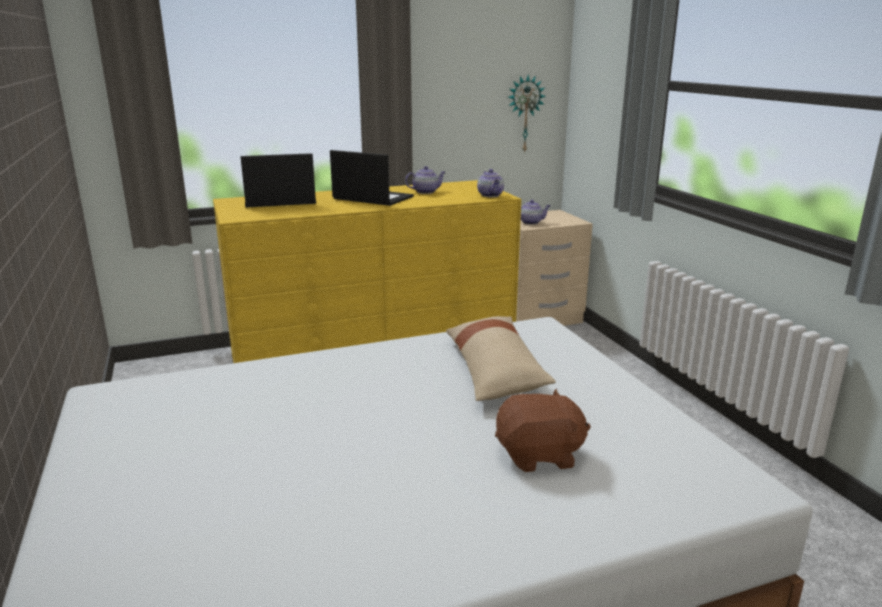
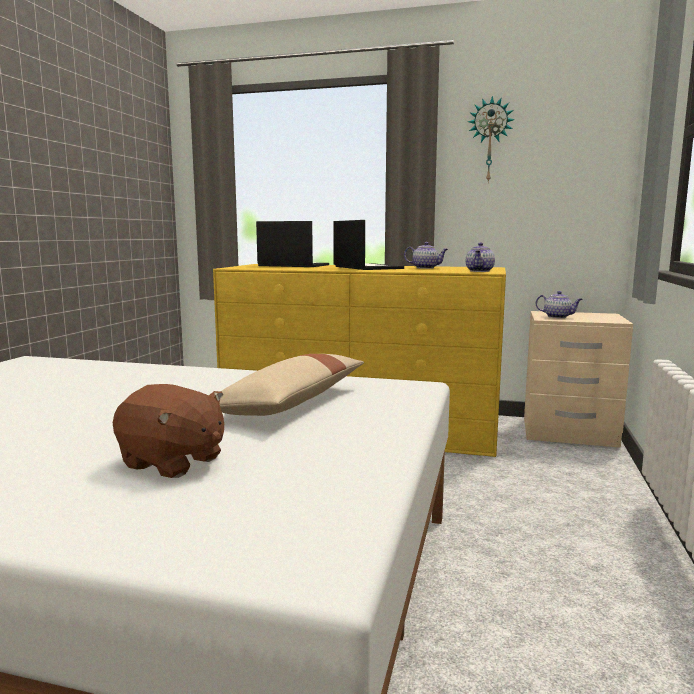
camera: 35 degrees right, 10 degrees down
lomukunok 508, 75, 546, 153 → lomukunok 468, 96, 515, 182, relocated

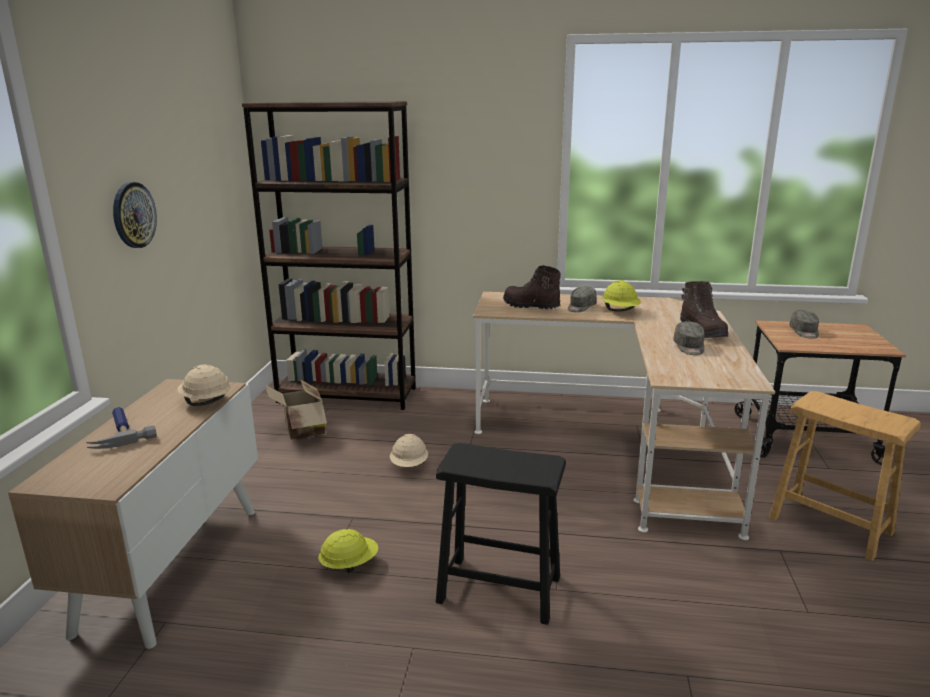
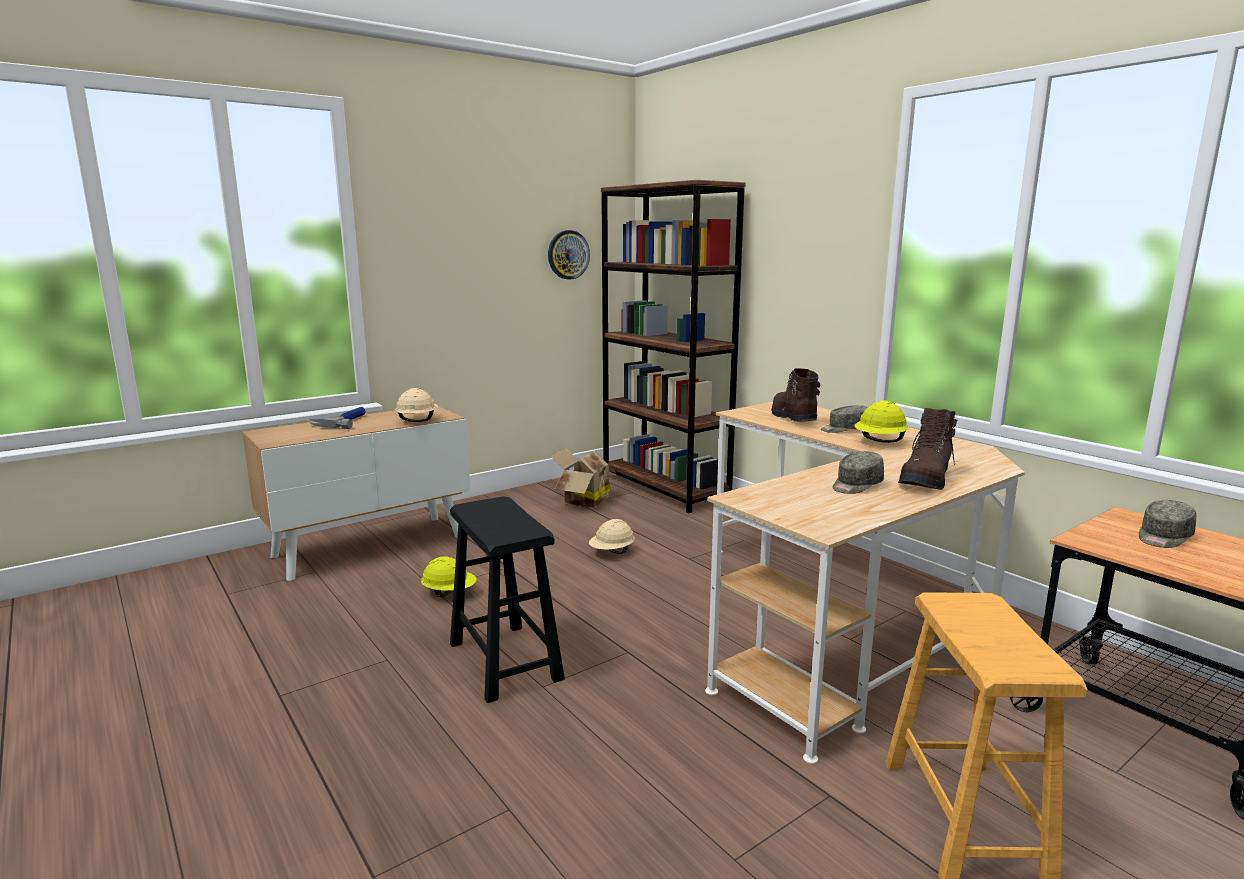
camera: 45 degrees right, 5 degrees down
lomukunok 113, 182, 157, 248 → lomukunok 548, 230, 590, 279, relocated

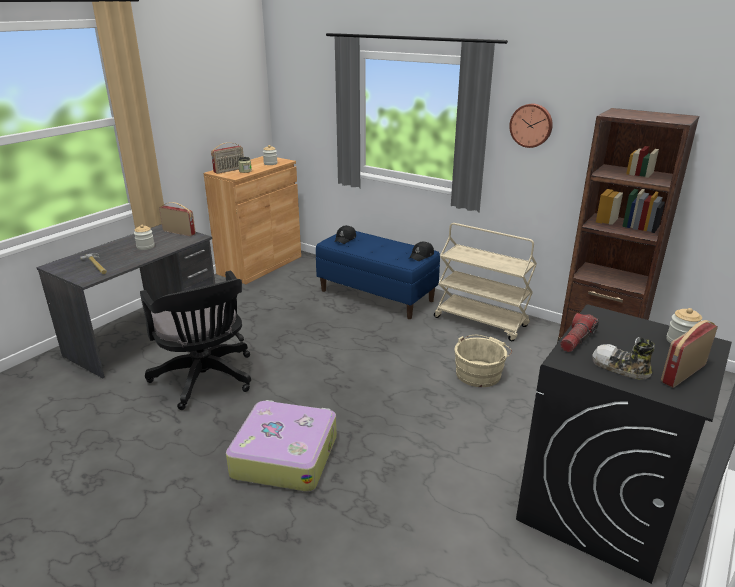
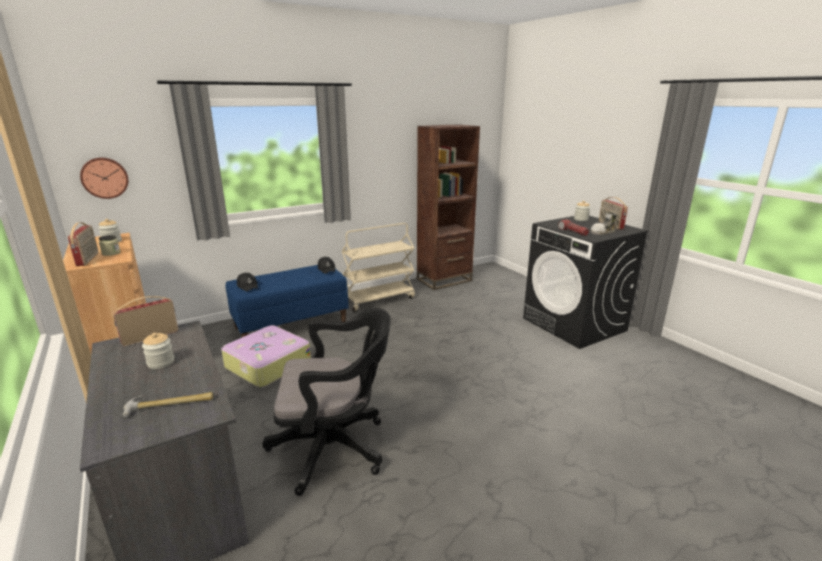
camera: 65 degrees left, 5 degrees down
lomukunok 509, 104, 553, 148 → lomukunok 80, 158, 128, 199, relocated
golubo 226, 400, 337, 492 → golubo 221, 325, 311, 387, relocated
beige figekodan 455, 335, 512, 387 → -

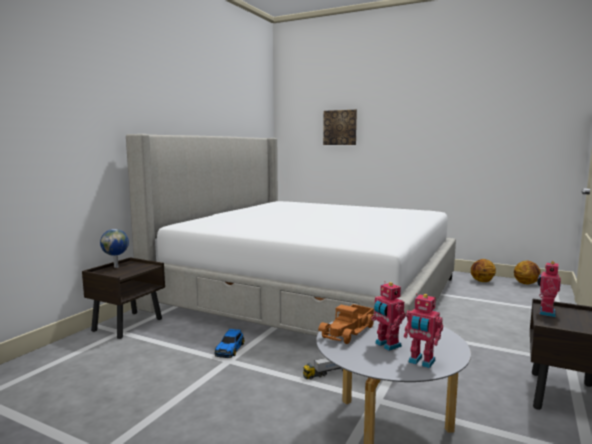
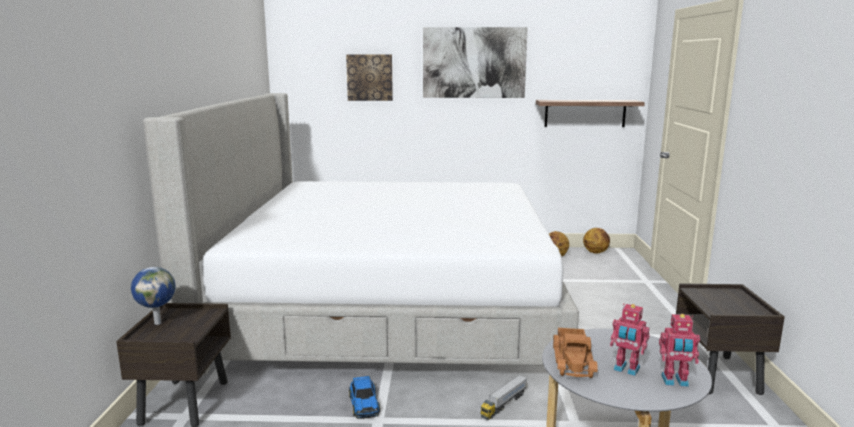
camera: 25 degrees left, 5 degrees up
- → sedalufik 423, 27, 528, 98
- → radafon 536, 100, 645, 127
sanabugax 537, 261, 561, 317 → -

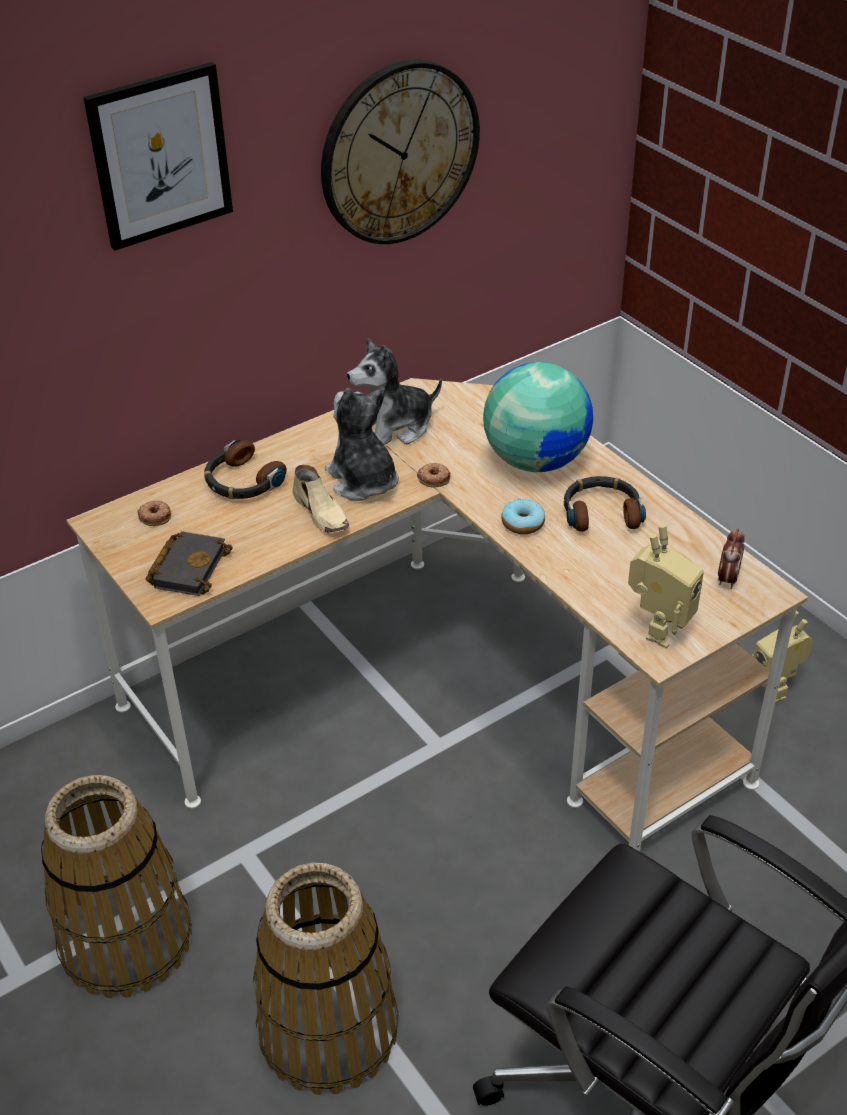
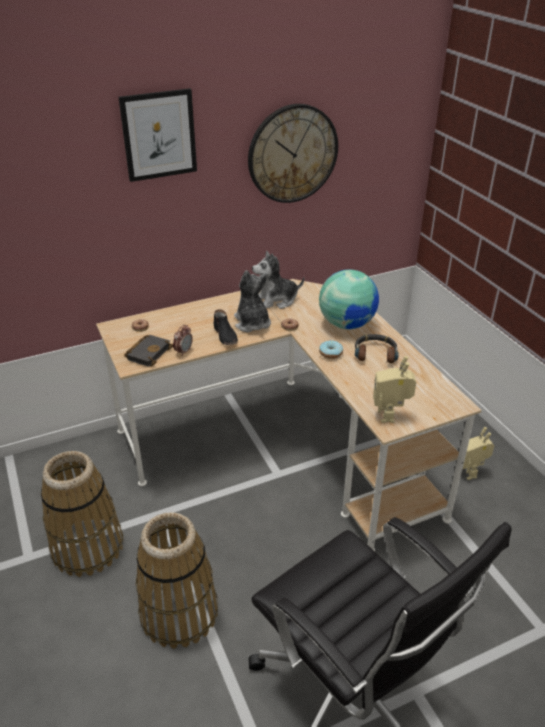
camera: 10 degrees right, 5 degrees down
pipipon 718, 529, 745, 589 → pipipon 173, 325, 193, 356, relocated
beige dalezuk 293, 465, 349, 533 → black dalezuk 214, 309, 238, 345
sanabugax 628, 524, 704, 648 → sanabugax 373, 356, 416, 423, 135 degrees clockwise
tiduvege 204, 440, 287, 499 → -

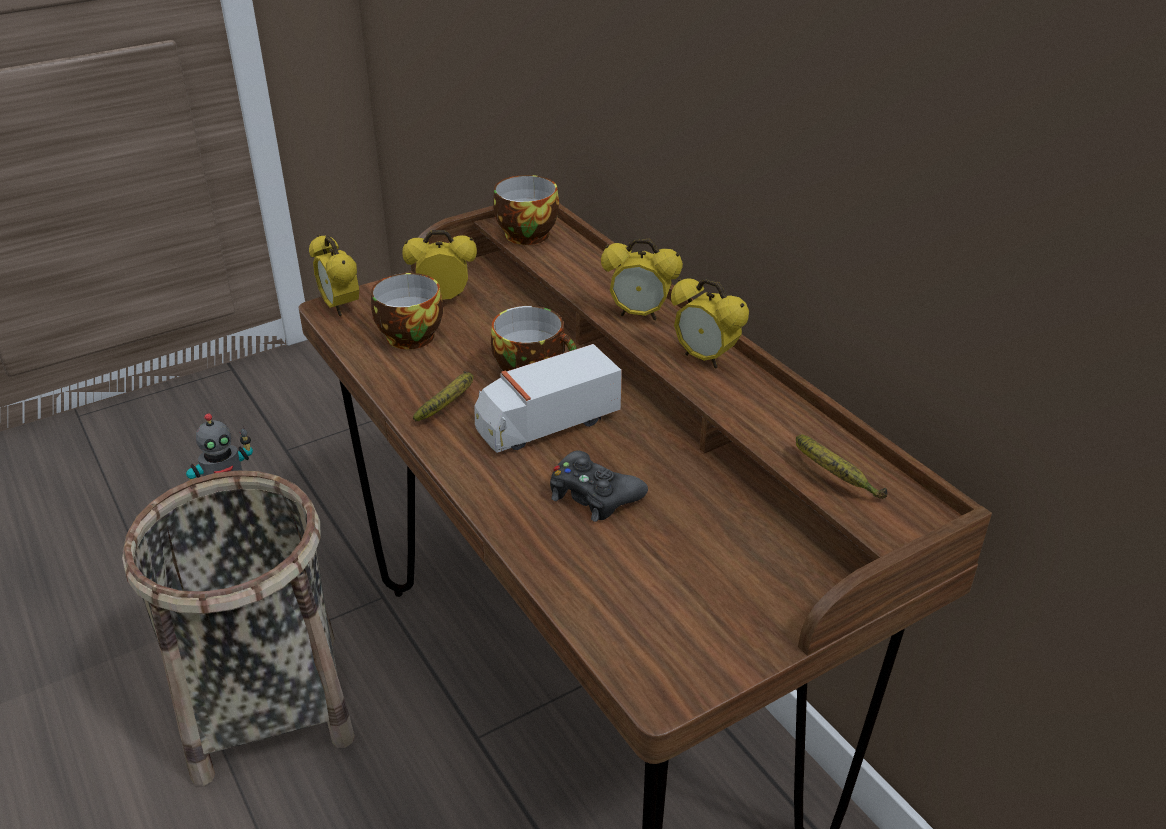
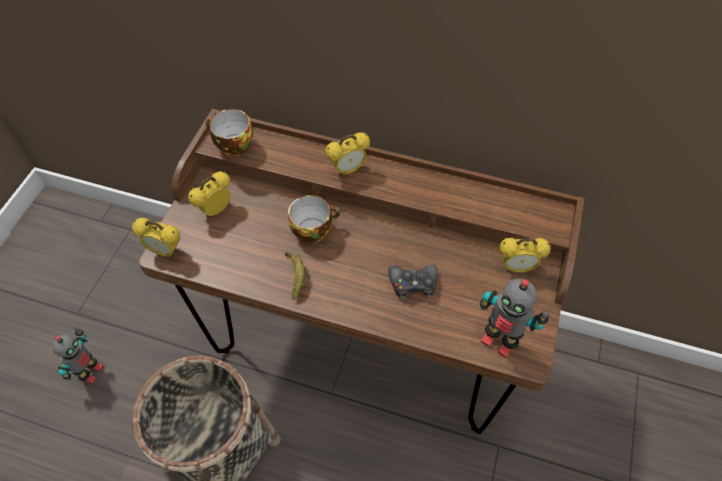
camera: 40 degrees left, 20 degrees up
- → sanabugax 480, 278, 549, 358
pipipon 671, 278, 749, 369 → pipipon 499, 238, 551, 272, relocated
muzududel 371, 273, 443, 349 → -
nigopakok 475, 344, 622, 453 → -
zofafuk 796, 434, 887, 499 → -

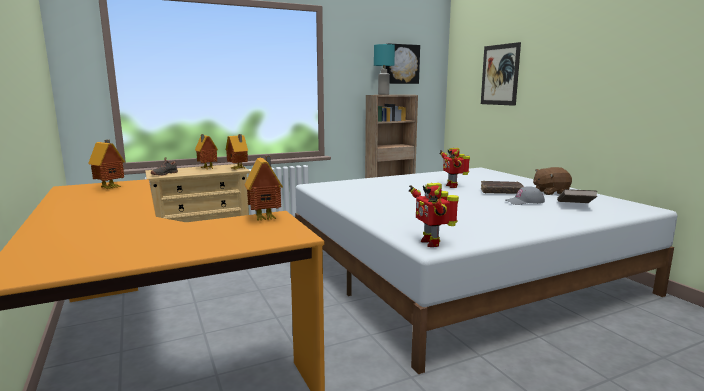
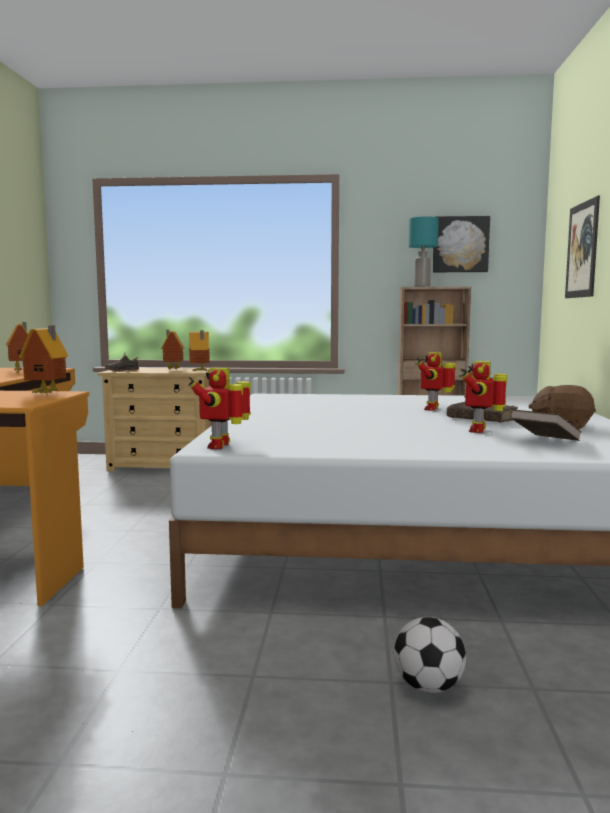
camera: 30 degrees right, 5 degrees down
- → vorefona 394, 617, 466, 693
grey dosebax 505, 187, 545, 205 → sanabugax 460, 361, 507, 433

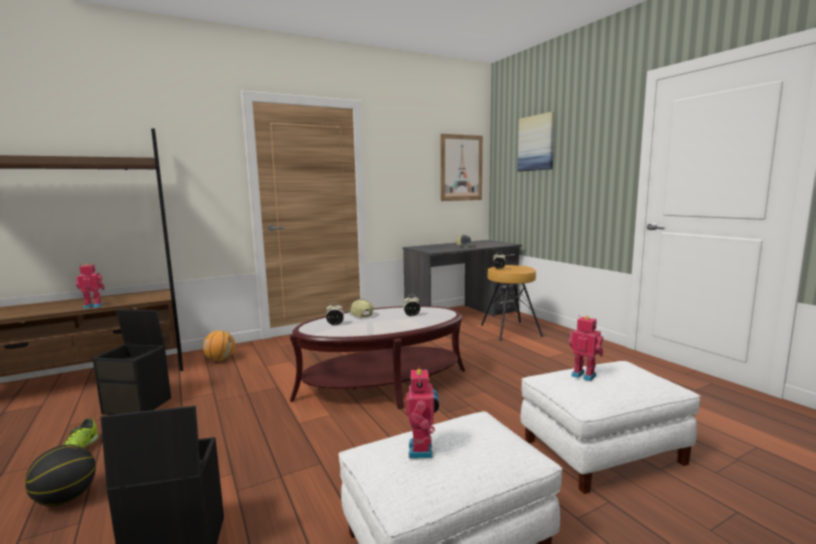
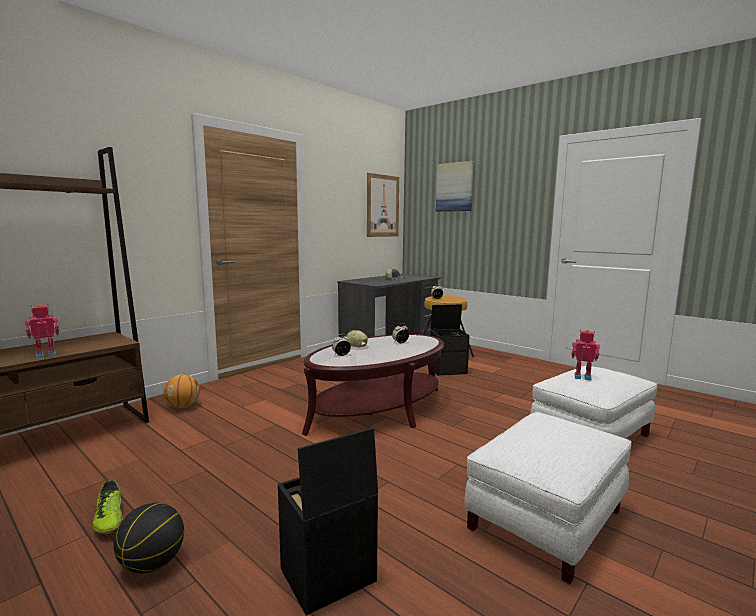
camera: 20 degrees left, 0 degrees up
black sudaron 93, 309, 171, 415 → black sudaron 430, 304, 469, 376, relocated
sanabugax 406, 366, 439, 458 → -

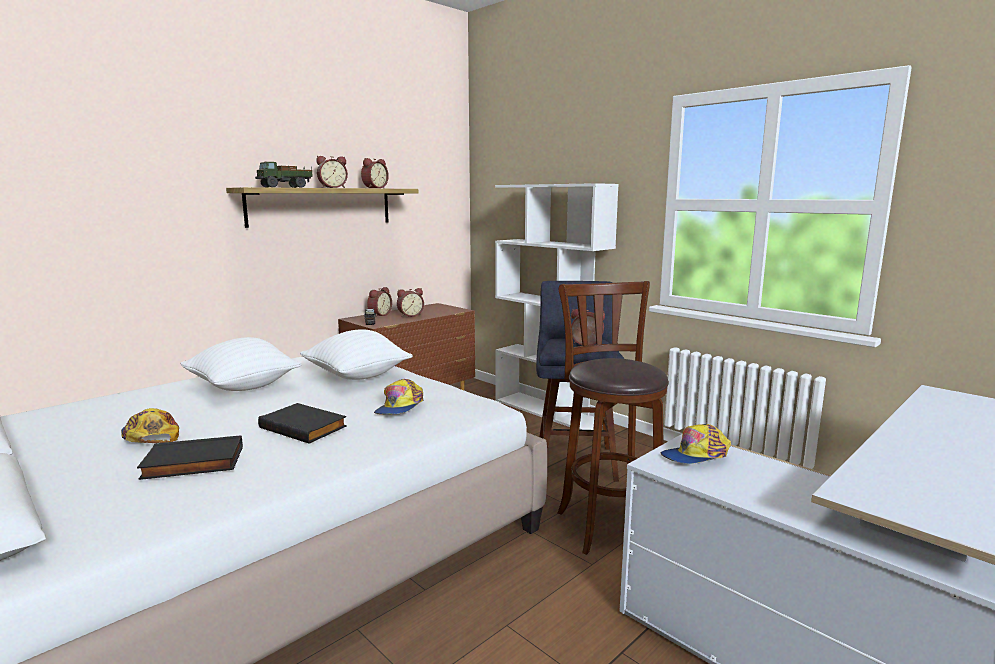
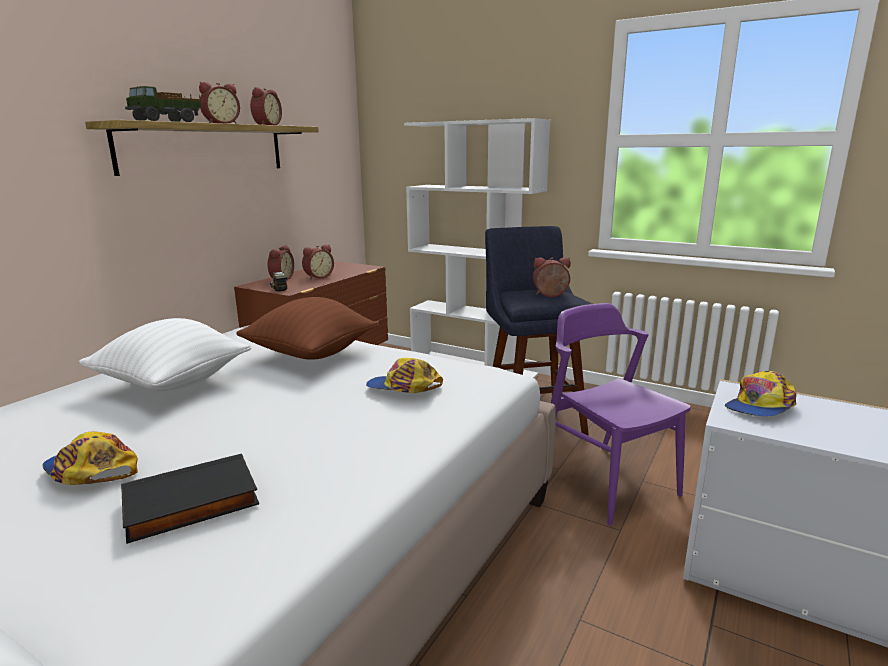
camera: 15 degrees left, 5 degrees up
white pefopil 300, 329, 413, 380 → brown pefopil 236, 297, 379, 360
dosebax 374, 379, 423, 415 → dosebax 366, 358, 443, 393, 105 degrees clockwise
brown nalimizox 557, 281, 669, 555 → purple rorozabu 551, 303, 691, 526
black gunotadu 258, 403, 347, 444 → -

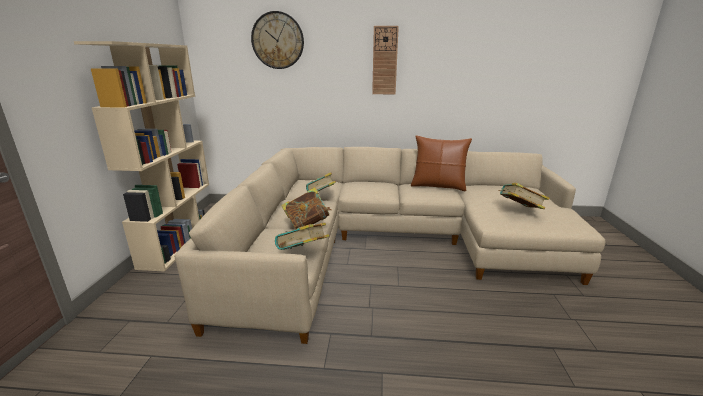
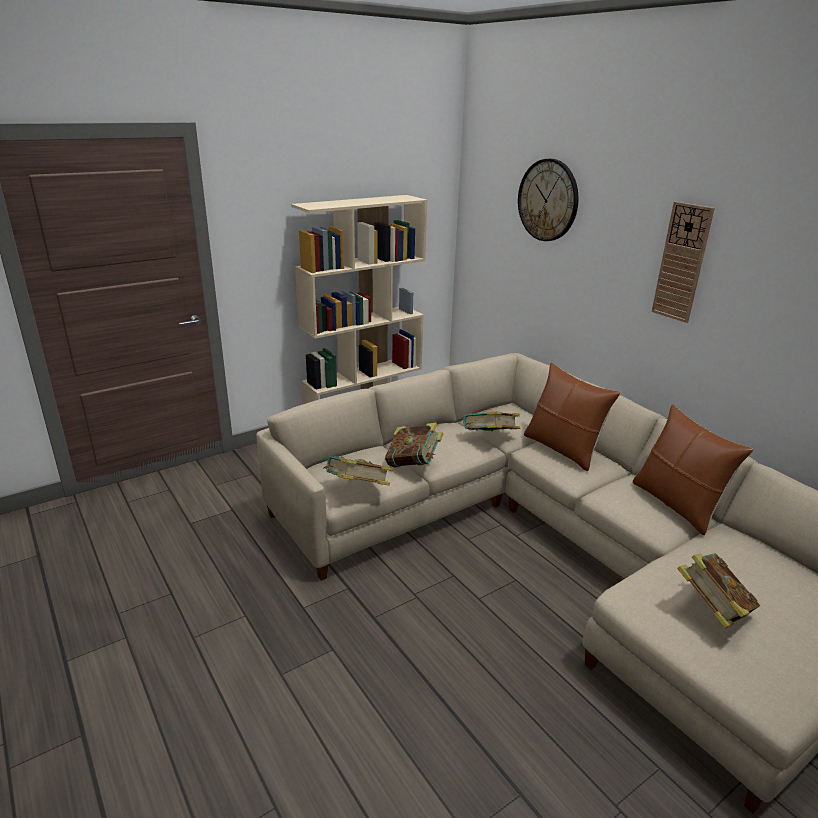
camera: 50 degrees right, 5 degrees up
- → brown pefopil 524, 363, 620, 471

